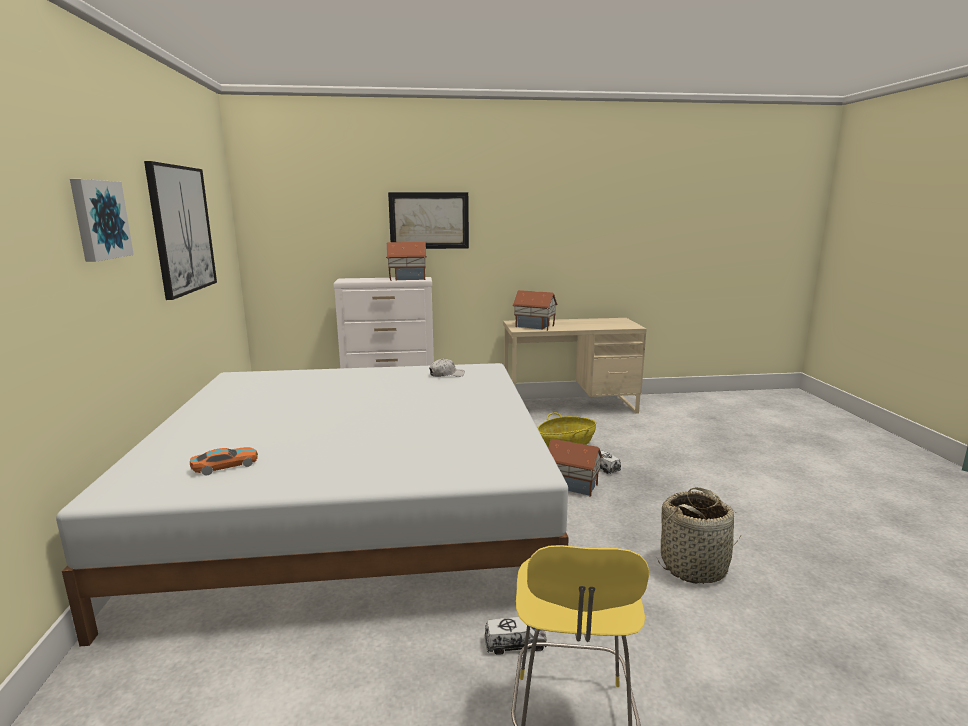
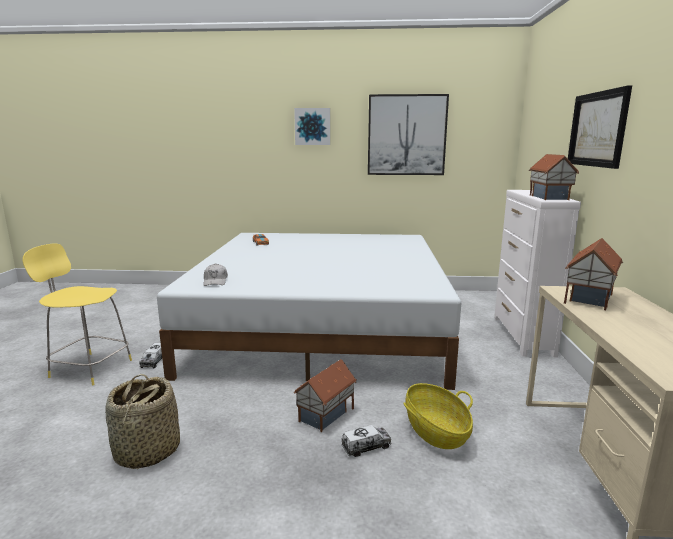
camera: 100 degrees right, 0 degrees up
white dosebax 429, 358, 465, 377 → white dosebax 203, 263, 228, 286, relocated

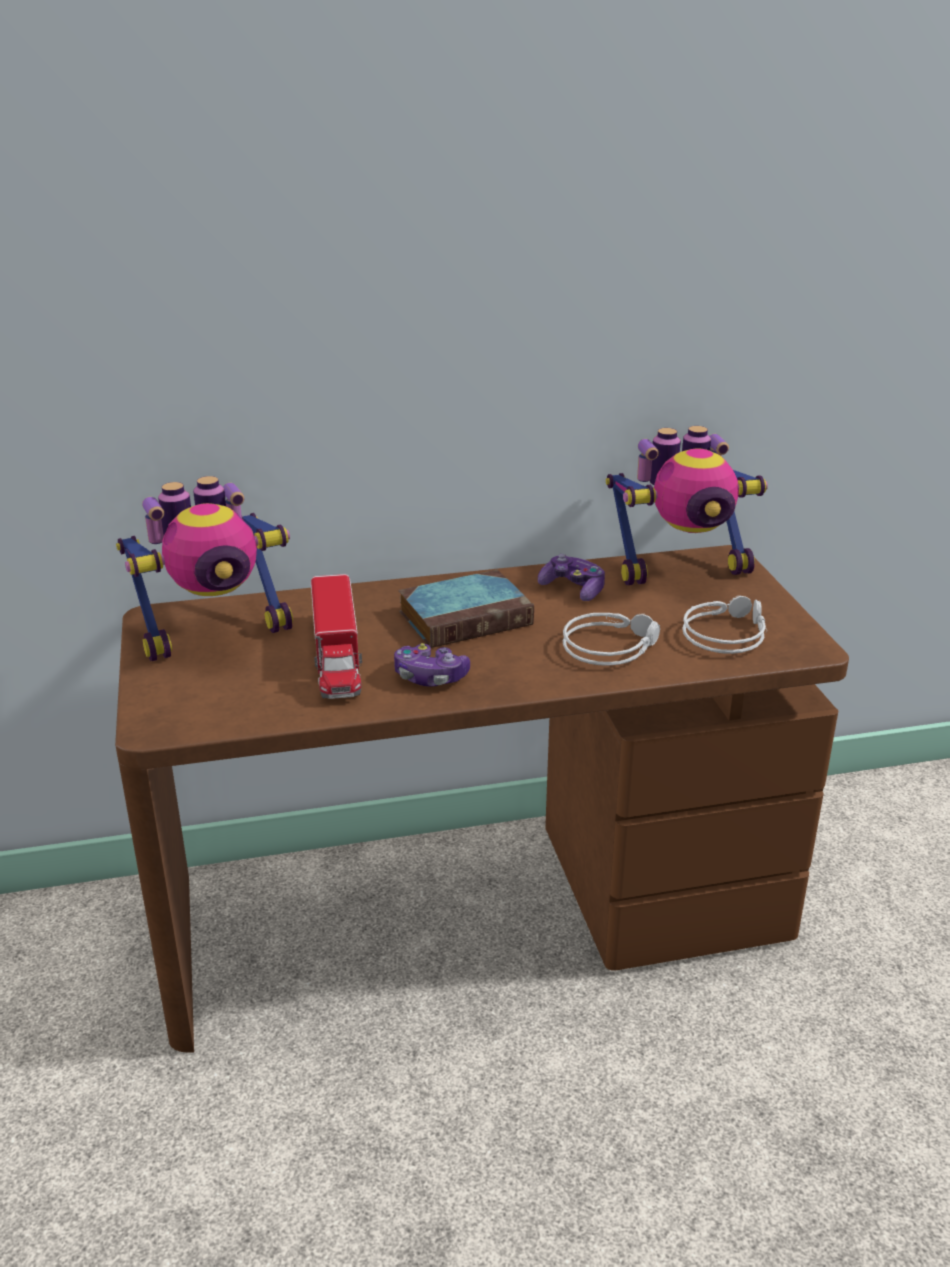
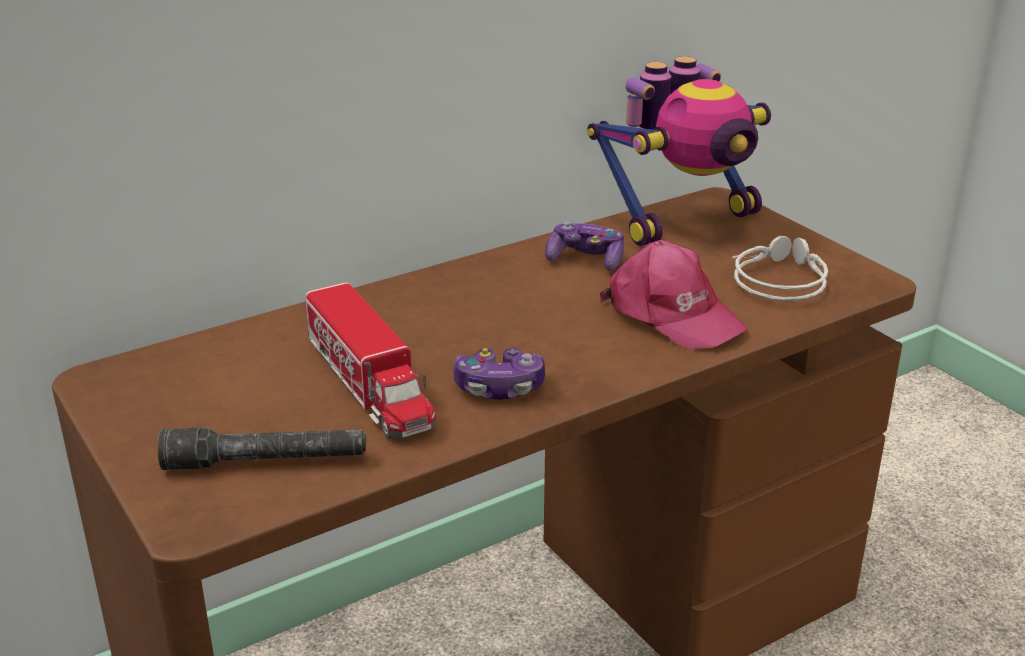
camera: 20 degrees left, 0 degrees up
- → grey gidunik 158, 428, 366, 470
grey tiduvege 563, 613, 660, 665 → pink dosebax 600, 240, 747, 350
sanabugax 116, 476, 293, 661 → -
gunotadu 398, 570, 534, 648 → -

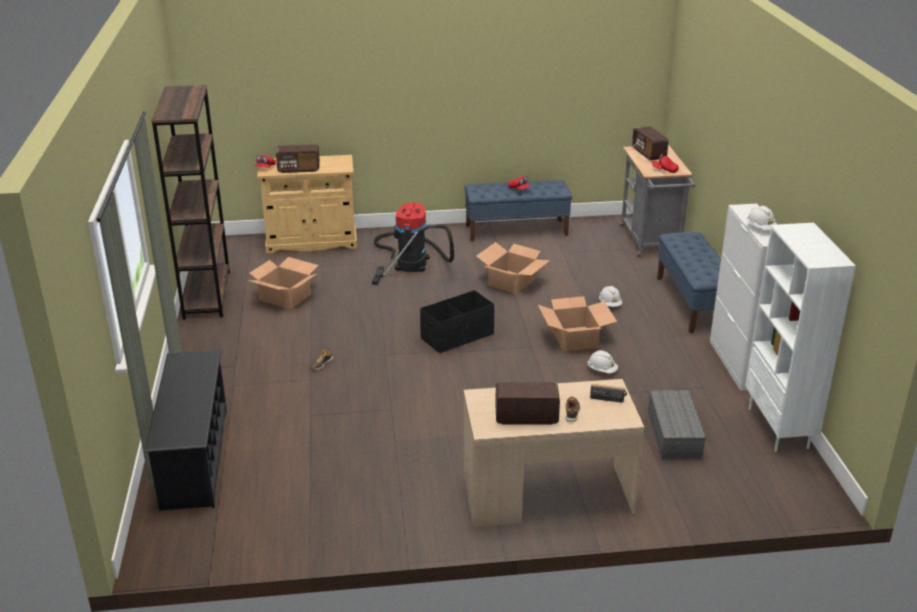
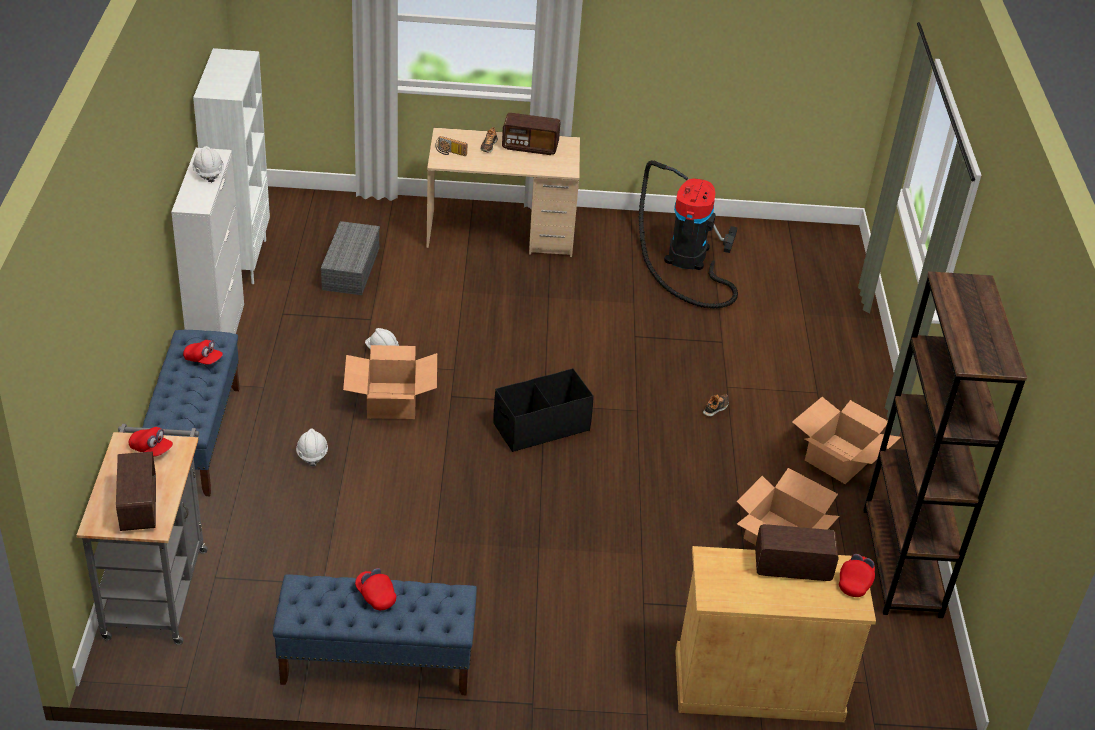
camera: 175 degrees left, 10 degrees up
- → red dosebax 183, 340, 223, 365
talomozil 372, 202, 454, 285 → talomozil 639, 160, 738, 309, relocated
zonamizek 476, 242, 550, 294 → zonamizek 792, 397, 901, 484, relocated
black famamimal 144, 350, 227, 511 → -

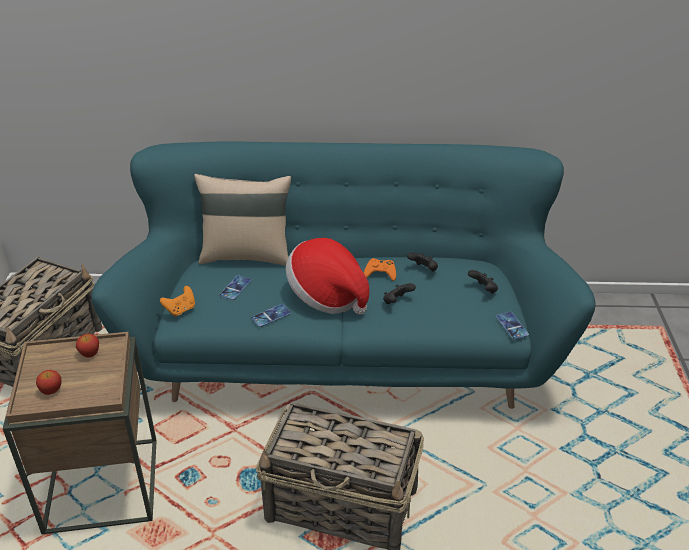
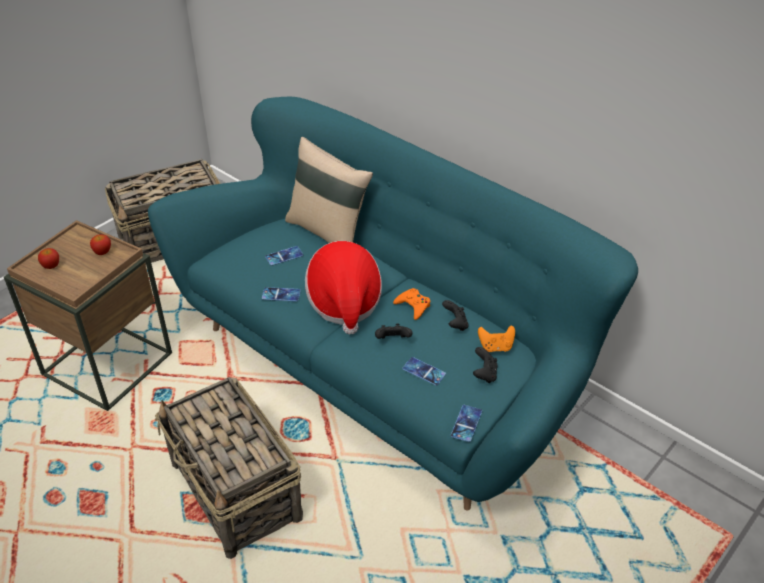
camera: 40 degrees right, 5 degrees up
- → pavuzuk 402, 357, 446, 386
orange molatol 160, 286, 195, 317 → orange molatol 478, 326, 515, 352, relocated

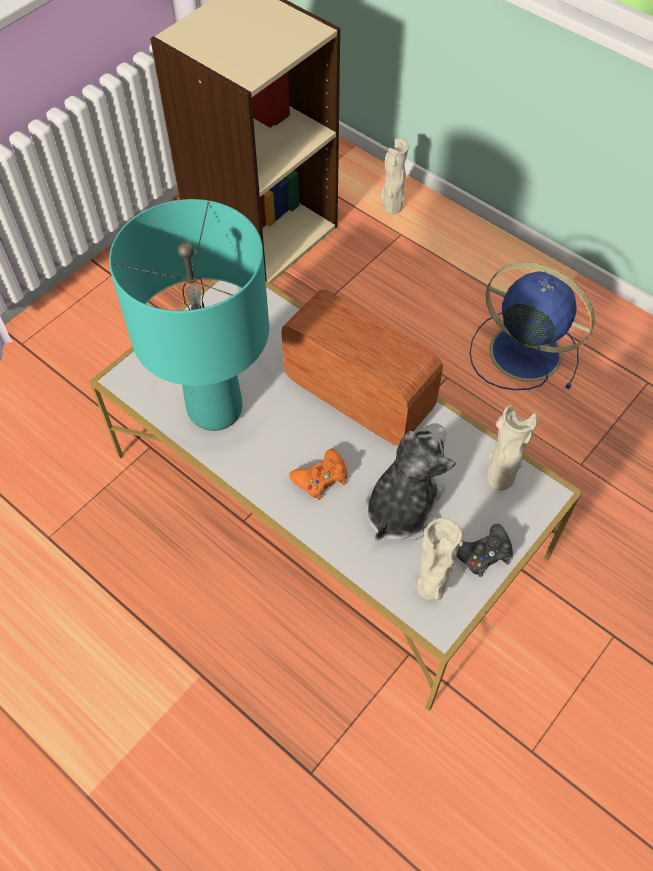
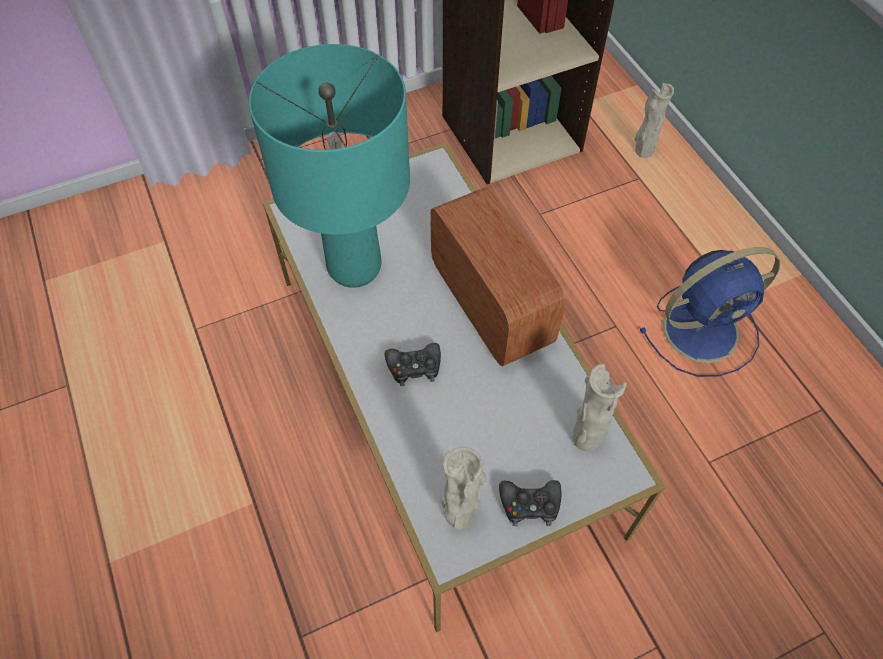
camera: 25 degrees right, 0 degrees up
orange molatol 289, 449, 347, 500 → black molatol 385, 343, 441, 386
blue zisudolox 470, 262, 595, 390 → blue zisudolox 639, 247, 780, 377, 105 degrees clockwise
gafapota 365, 423, 455, 541 → -

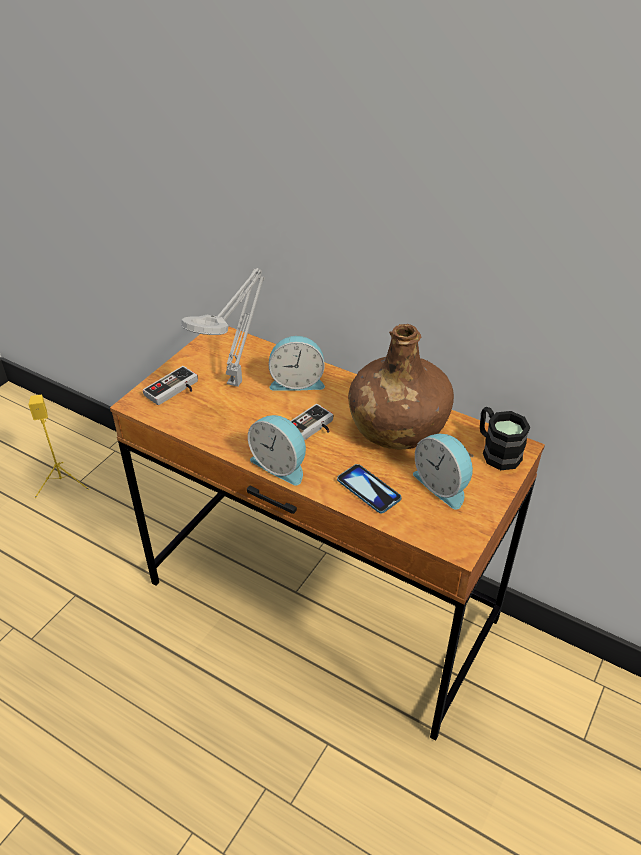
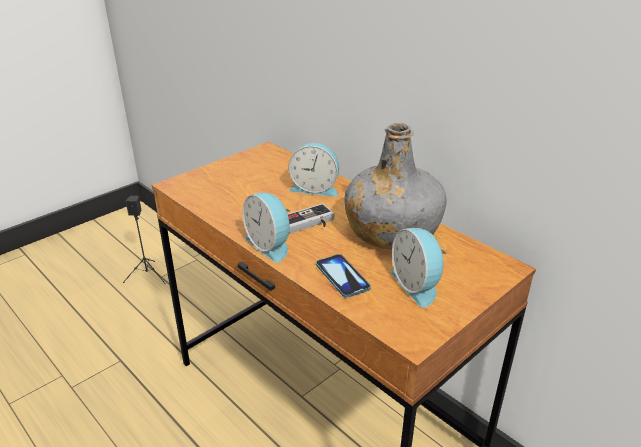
camera: 15 degrees right, 10 degrees down
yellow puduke 28, 394, 89, 498 → black puduke 123, 196, 166, 284
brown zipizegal 348, 324, 454, 450 → grey zipizegal 344, 123, 447, 250
molatol 143, 366, 198, 405 → -
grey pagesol 181, 268, 265, 387 → -
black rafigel 480, 407, 530, 470 → -

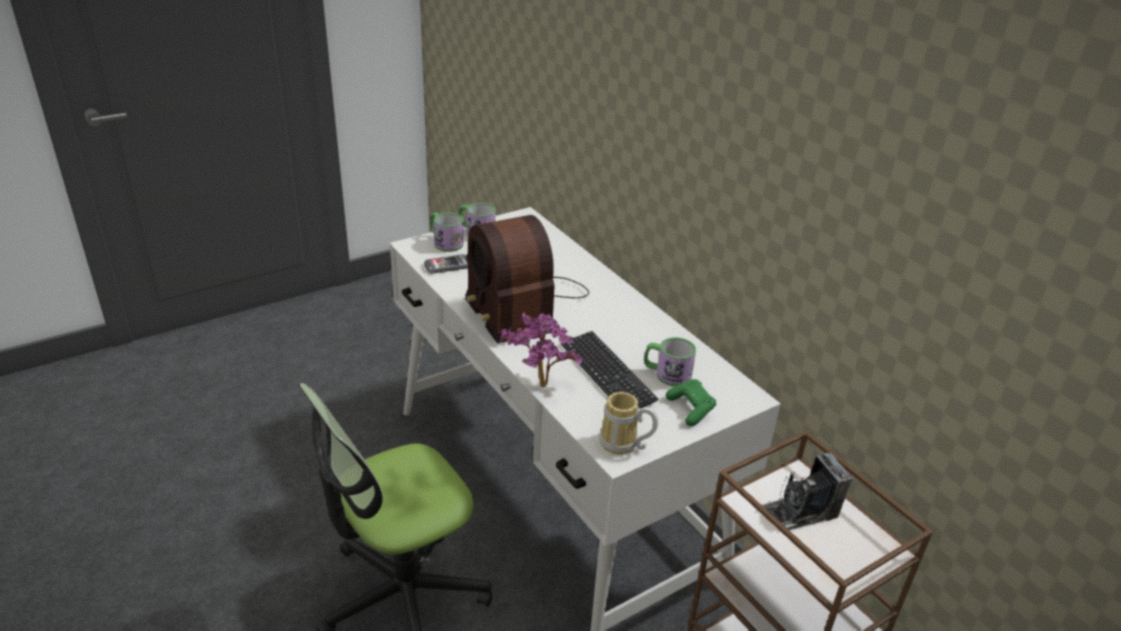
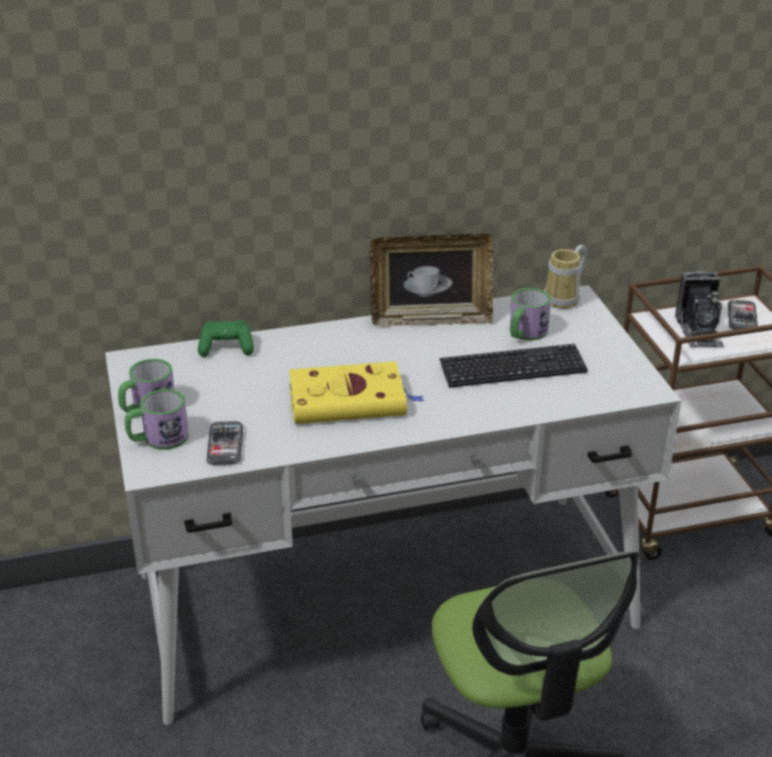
camera: 70 degrees left, 0 degrees up
green molatol 666, 379, 716, 426 → green molatol 198, 320, 254, 357, relocated
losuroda 465, 215, 589, 344 → yellow gunotadu 289, 361, 425, 424
- → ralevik 370, 234, 494, 327
rafigel 599, 392, 658, 455 → rafigel 544, 245, 587, 309, relocated
- → pavuzuk 728, 300, 758, 330
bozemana 500, 312, 582, 387 → -

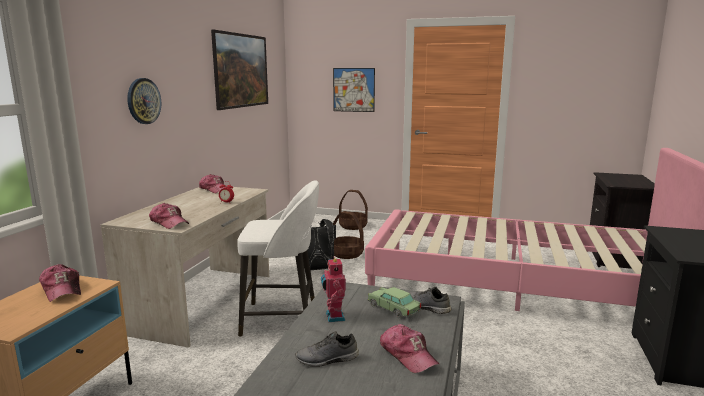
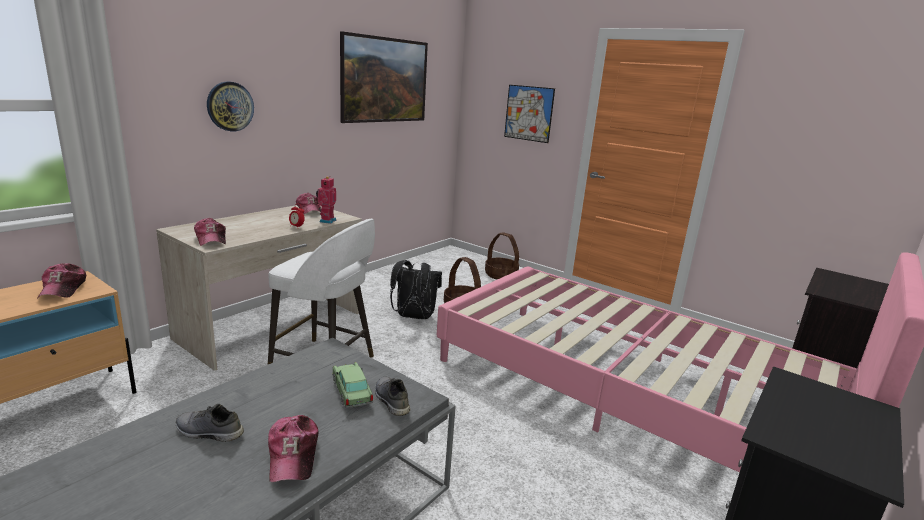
camera: 20 degrees right, 5 degrees up
sanabugax 321, 258, 346, 322 → sanabugax 316, 176, 336, 224, relocated

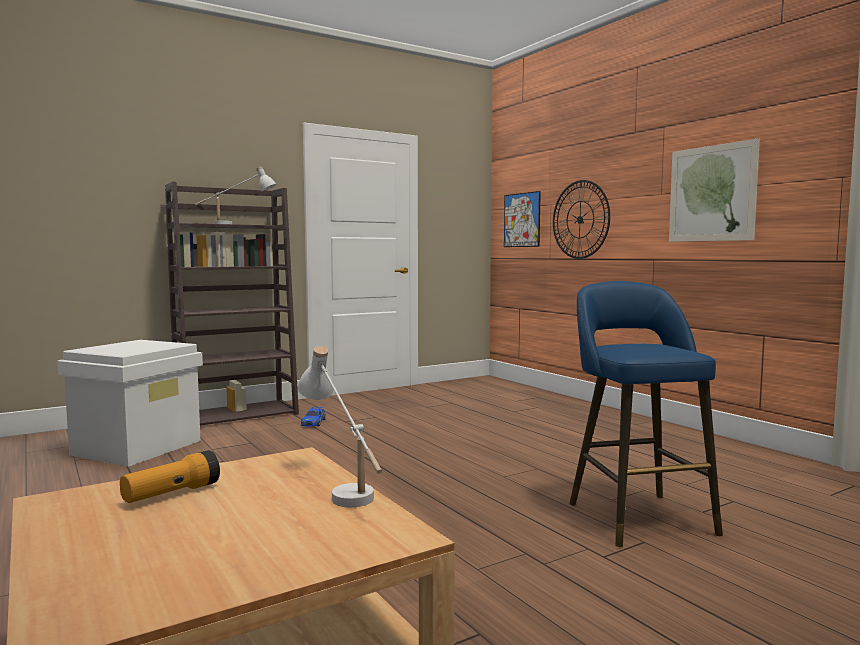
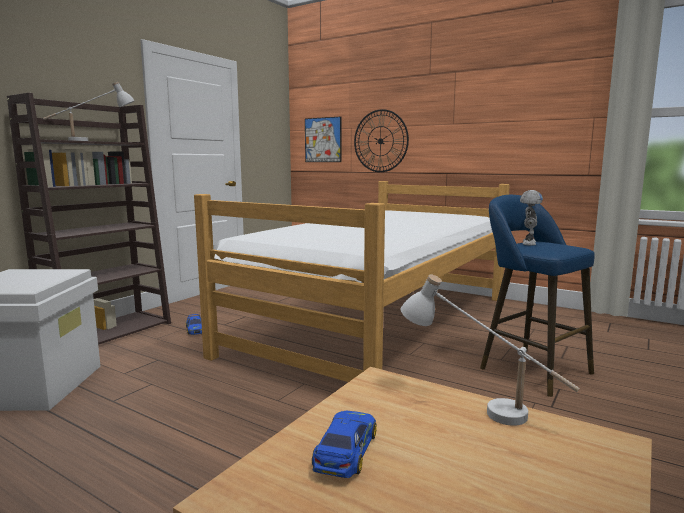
camera: 25 degrees left, 5 degrees up
- → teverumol 194, 181, 510, 382
gidunik 120, 450, 220, 503 → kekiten 312, 410, 377, 478
- → sanabugax 520, 190, 543, 246
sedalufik 669, 138, 760, 242 → -

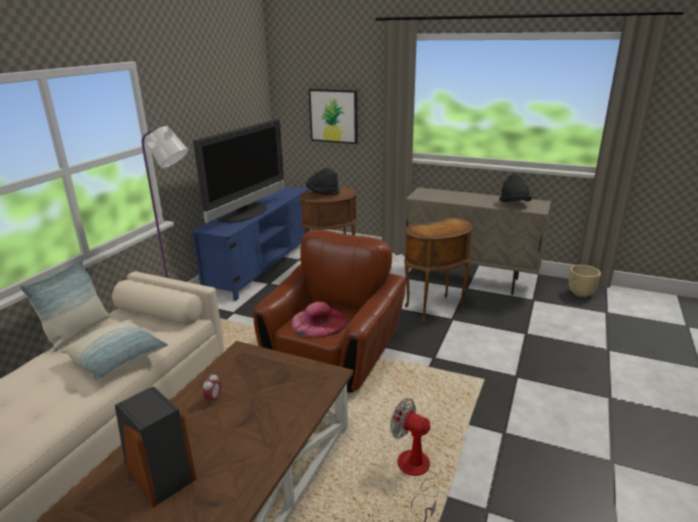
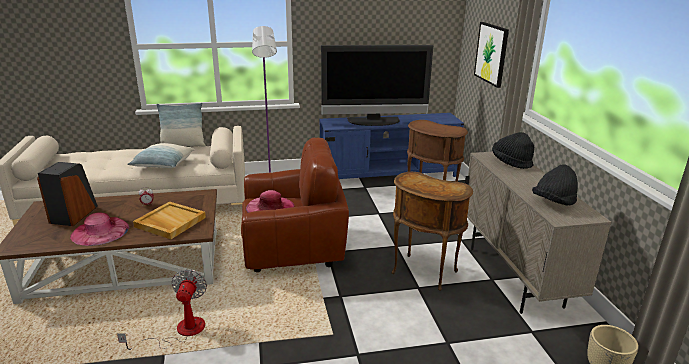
camera: 55 degrees right, 0 degrees up
- → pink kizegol 70, 212, 129, 246
- → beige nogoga 133, 201, 206, 239
black kizegol 306, 168, 339, 195 → black kizegol 492, 132, 534, 169, relocated

